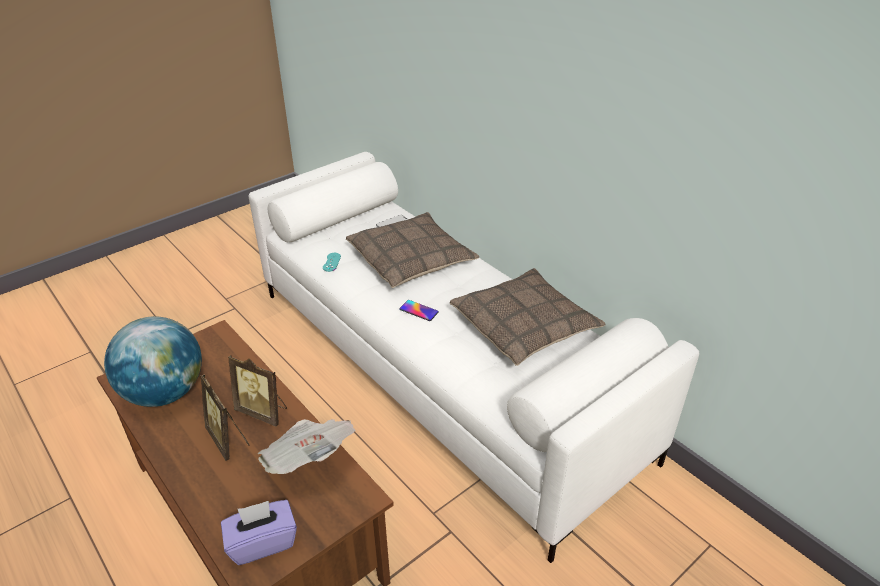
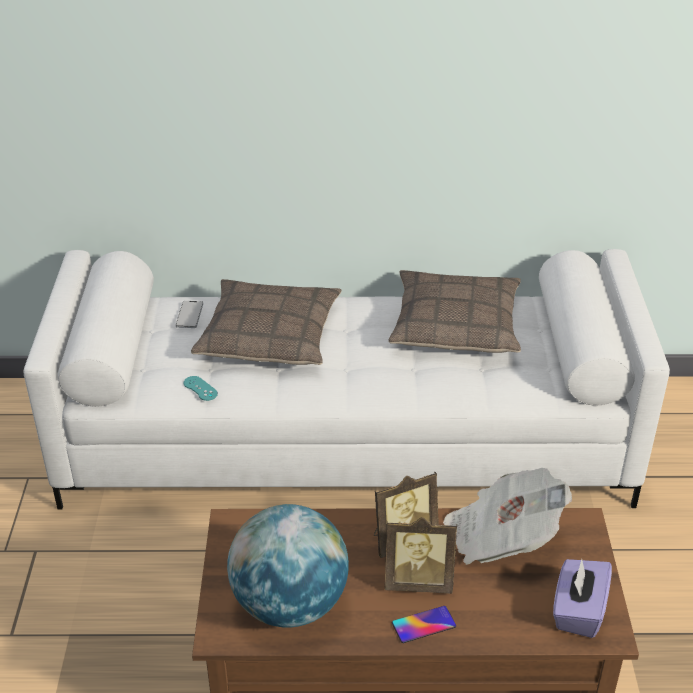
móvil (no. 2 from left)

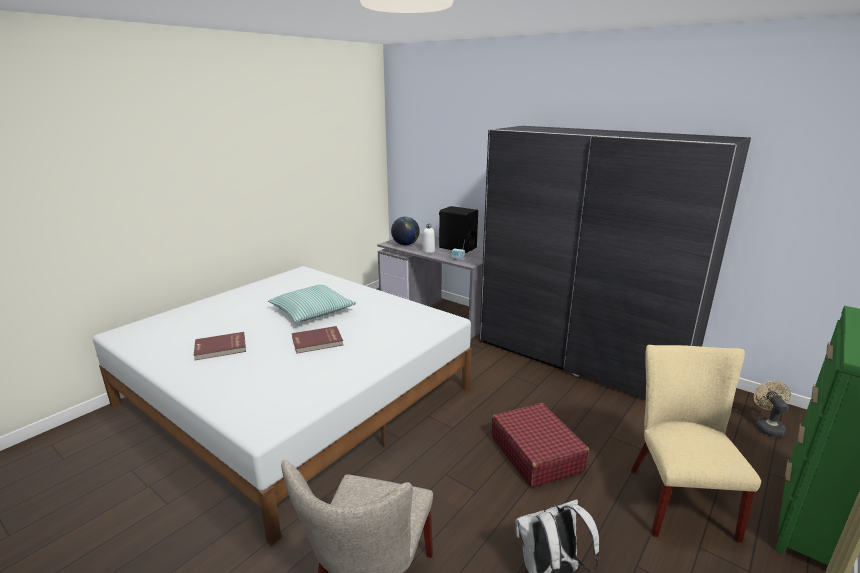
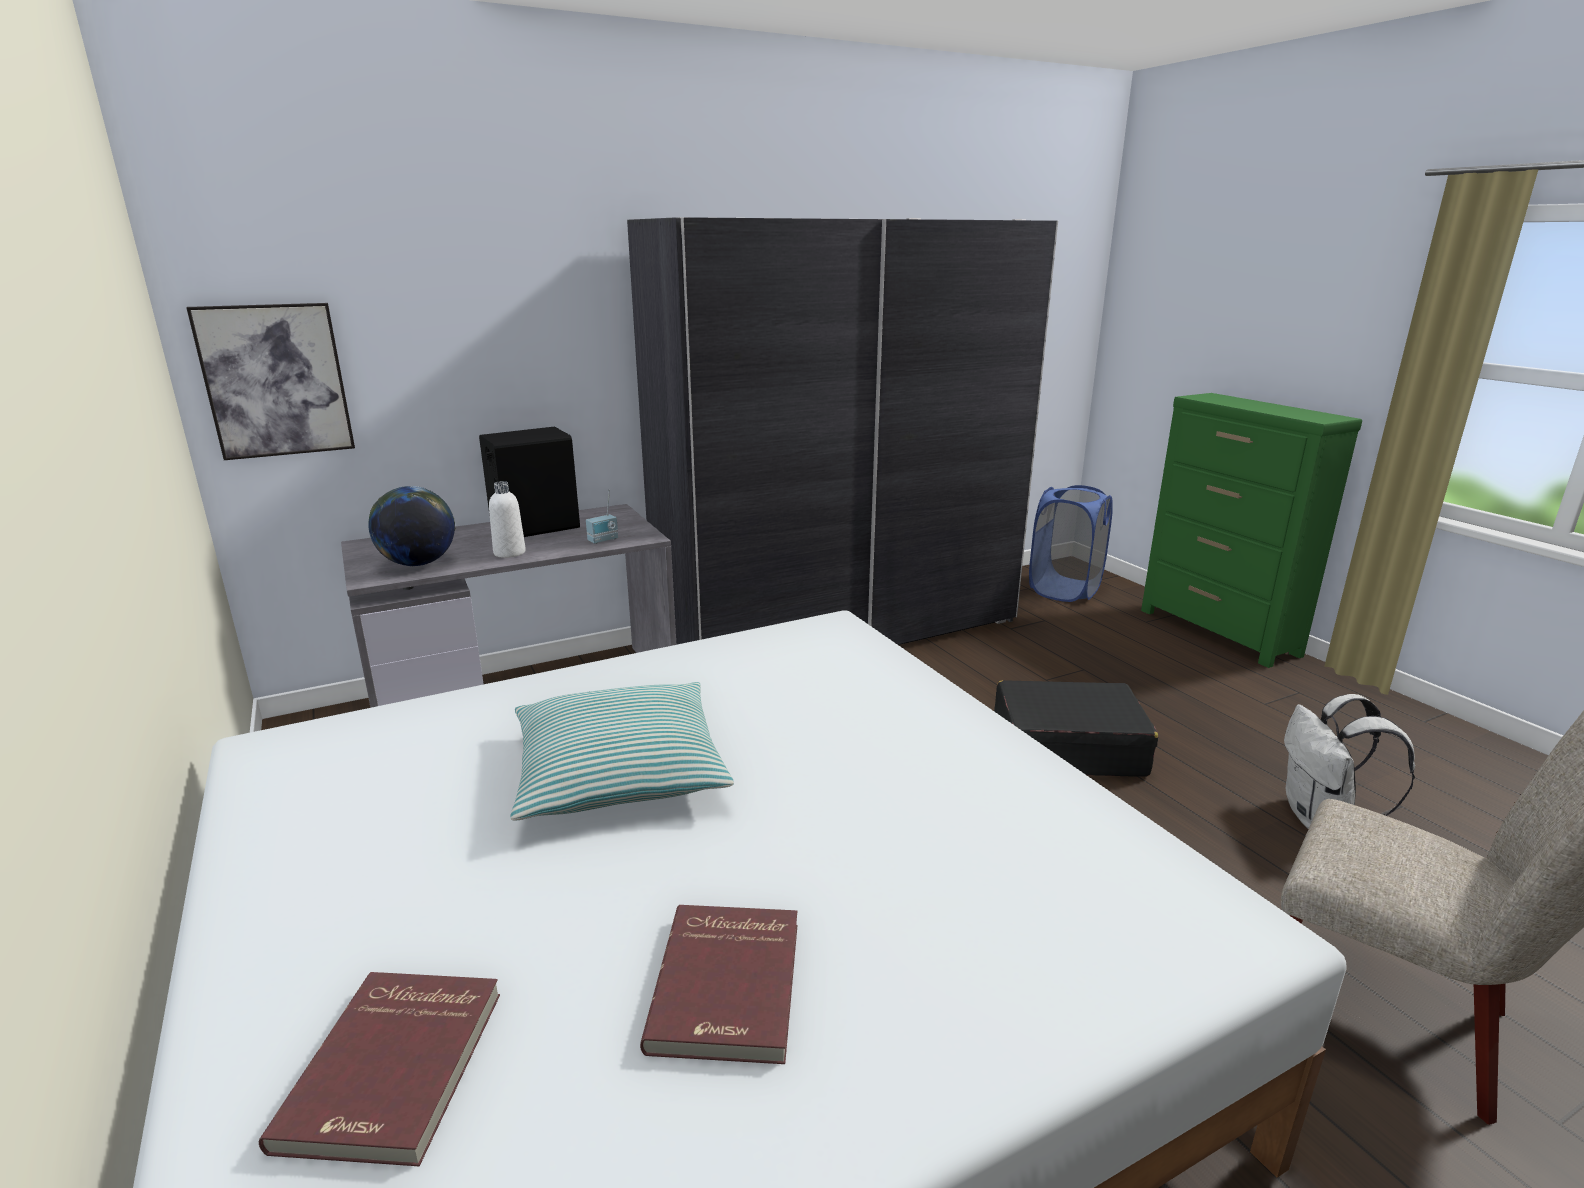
libro (rojo) (no. 1 from left)
silla (beis) (no. 2 from left in the first image)
cesto de la ropa (azul)
maleta (negro)
cuadro

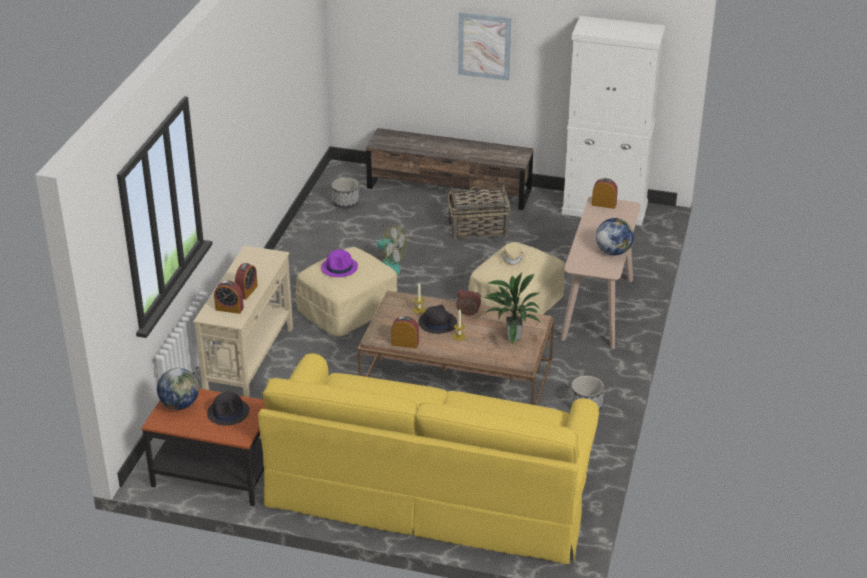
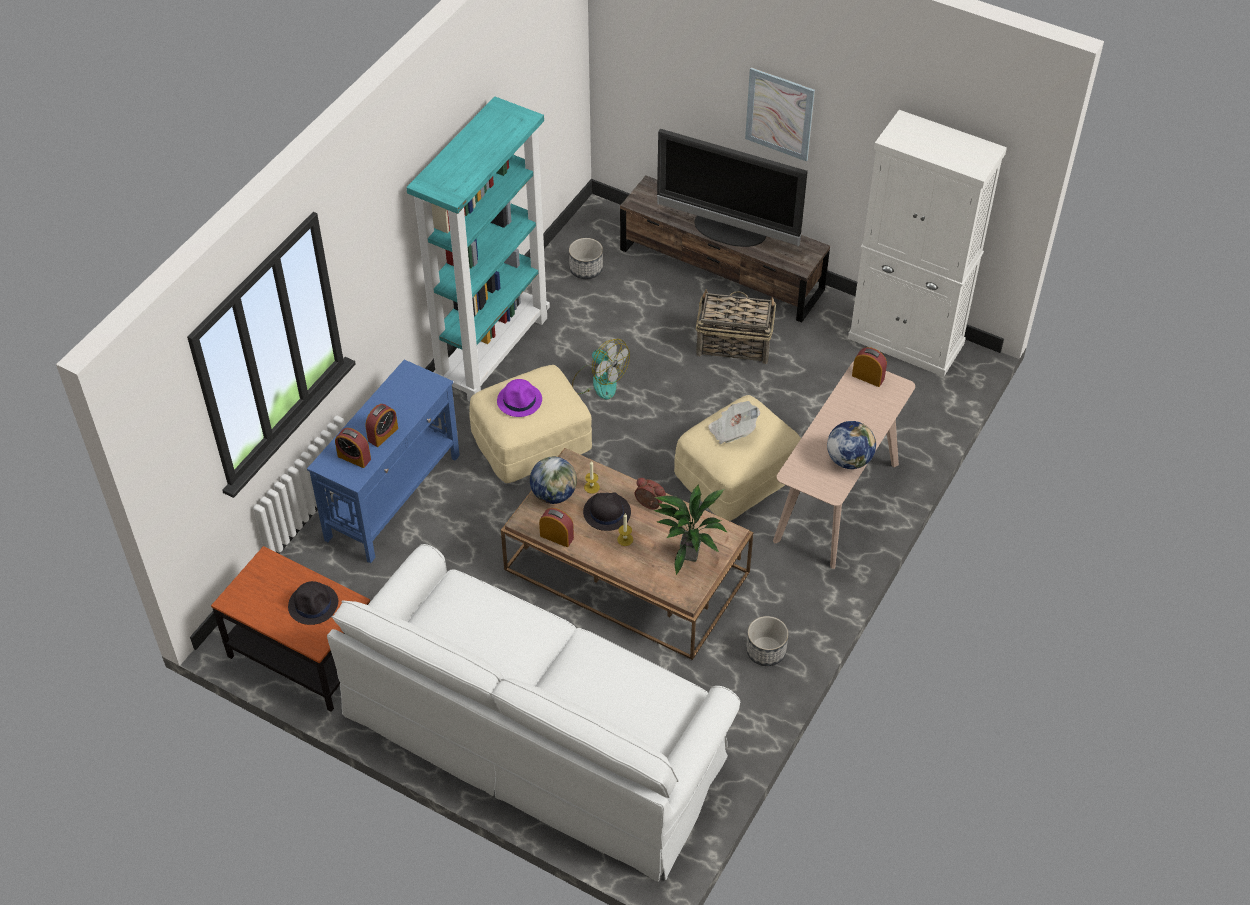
periódico
mesa consola (azul)
sofá (blanco)
globo terráqueo (no. 1 from left)
estantería (turquesa)
televisor

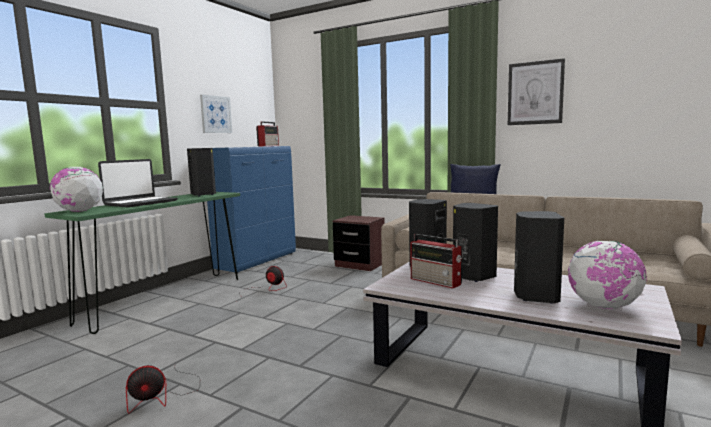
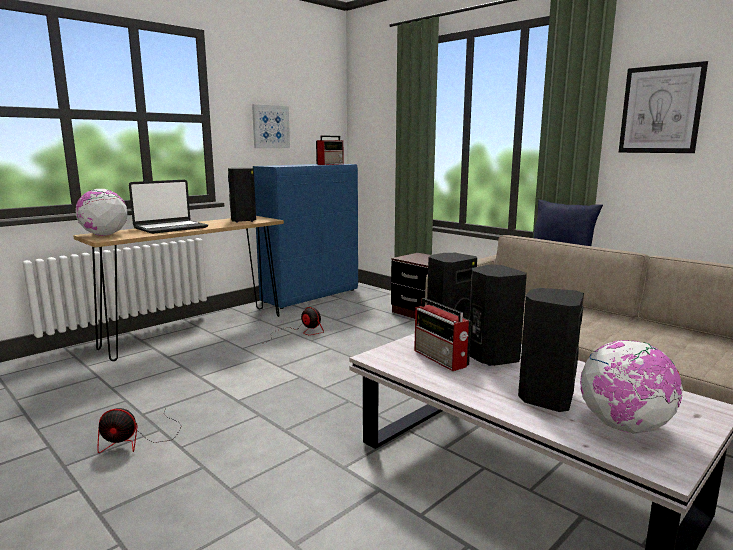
mesa consola (marrón)

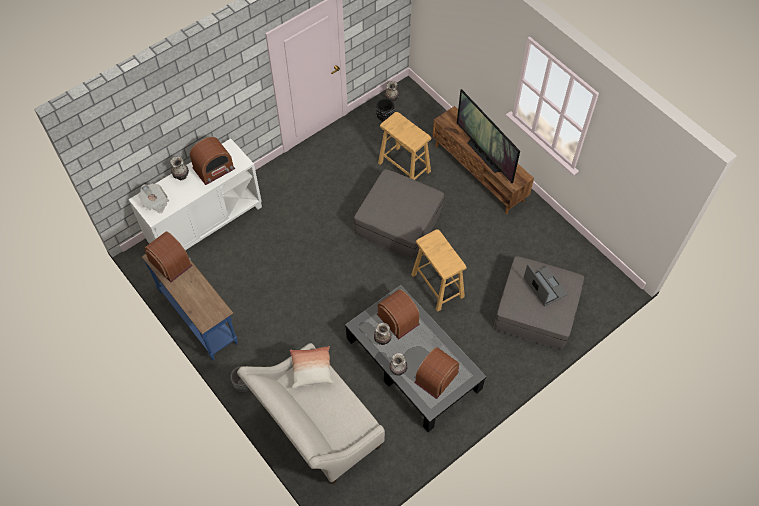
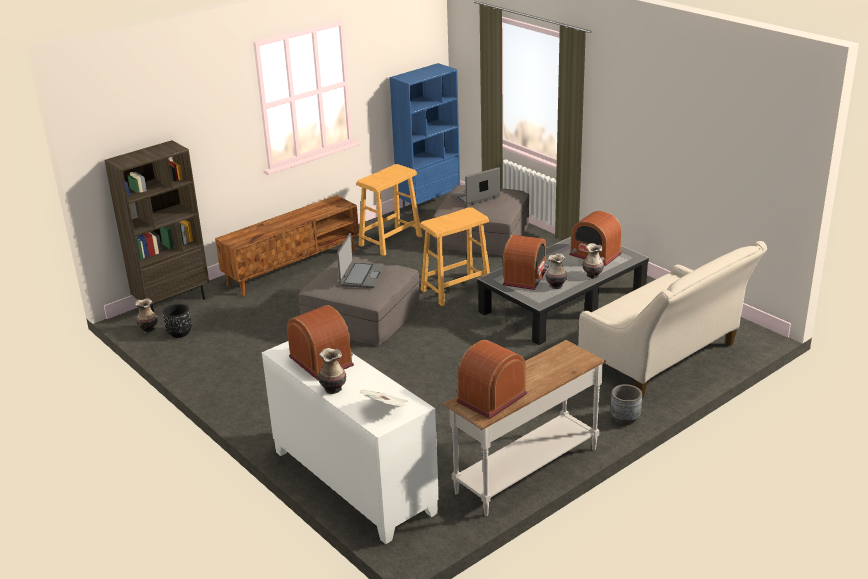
televisor
taburete (beis) (no. 1 from left)
mesa consola (blanco)
radio (no. 3 from left)
cojín
estantería (azul)
estantería (marrón)
portátil (no. 1 from left)

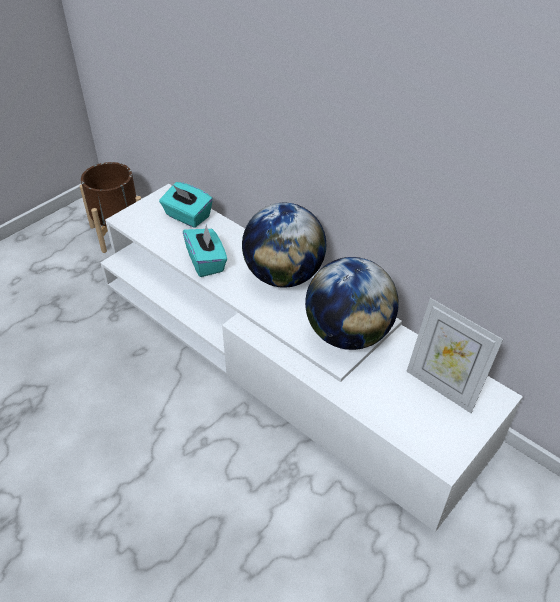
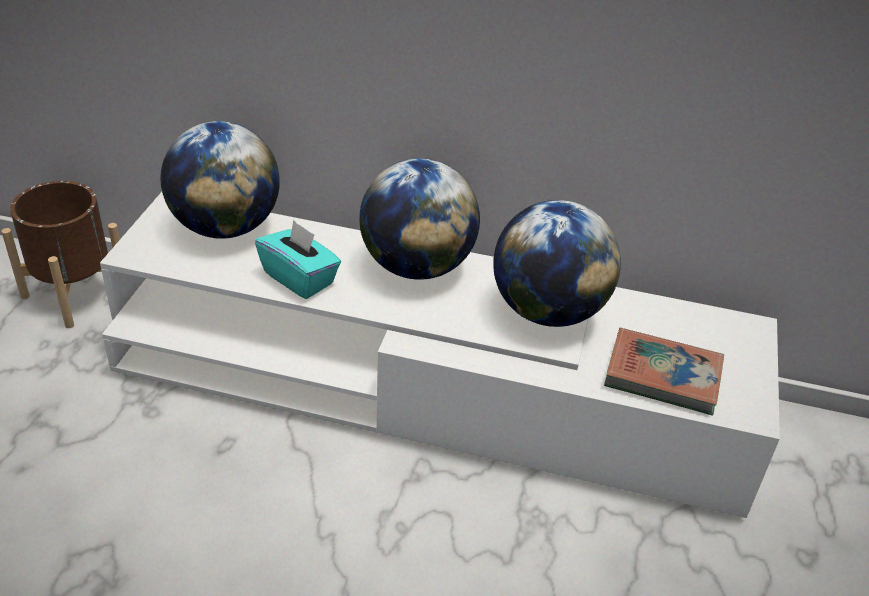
globo terráqueo (no. 1 from left)
portarretratos
libro

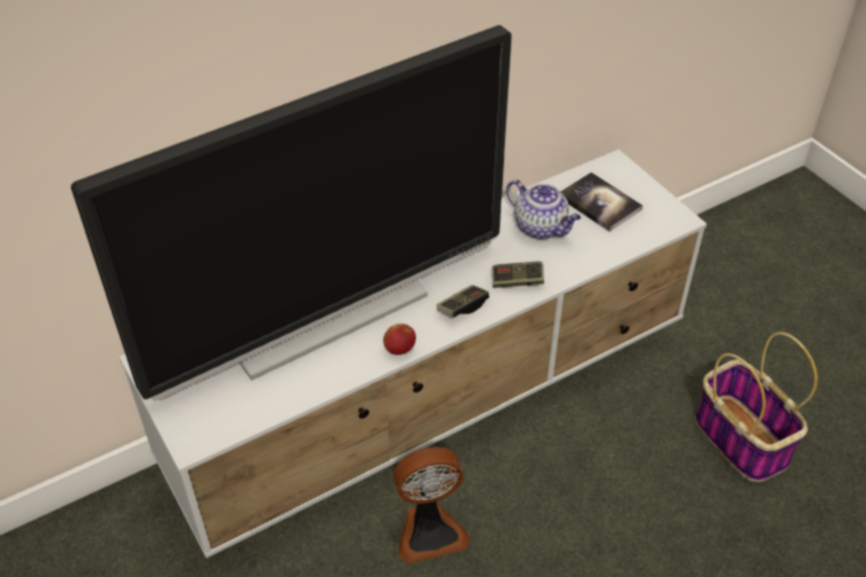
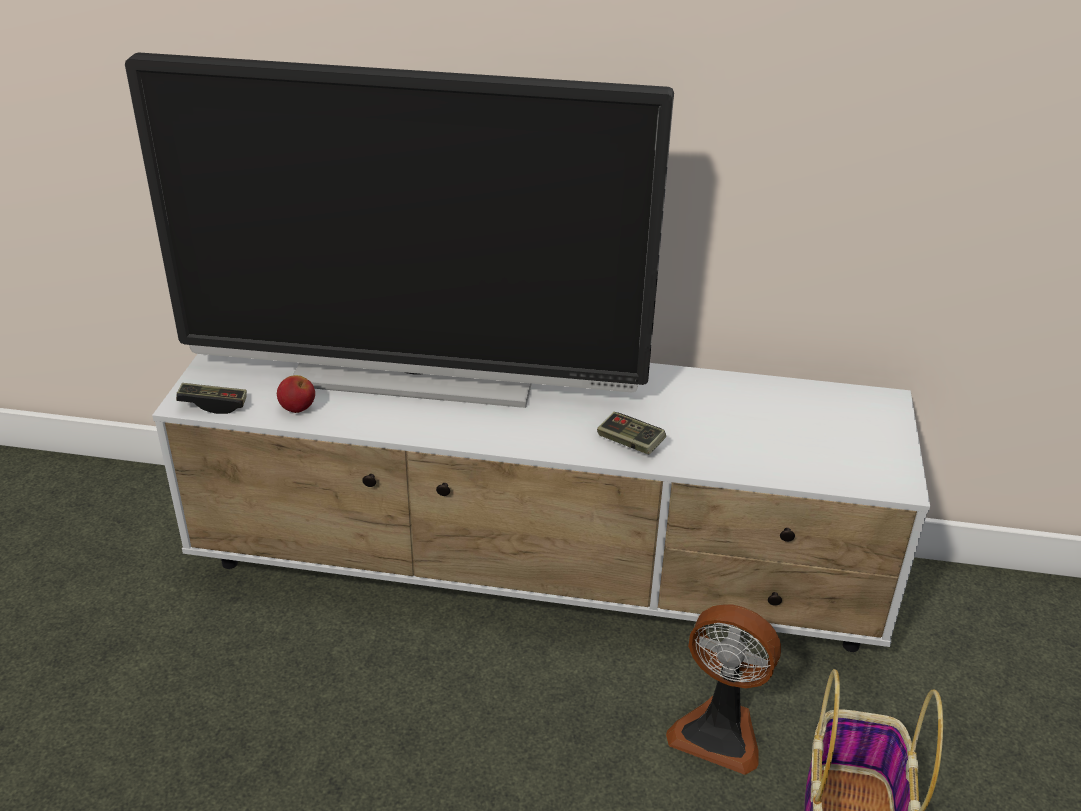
libro
tetera
mando de consola (no. 1 from left)
manzana
ventilador

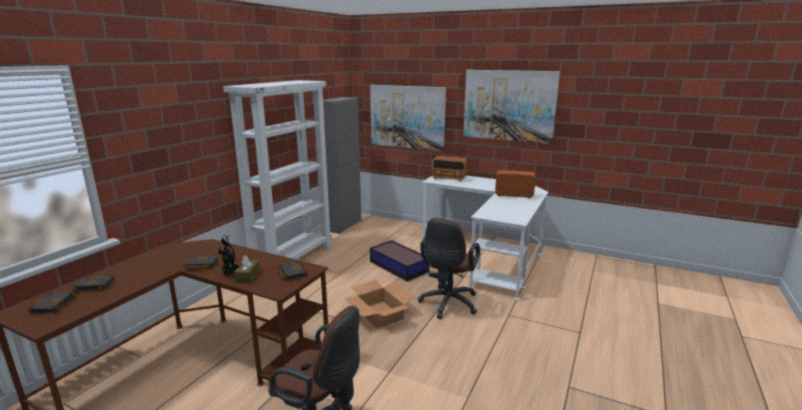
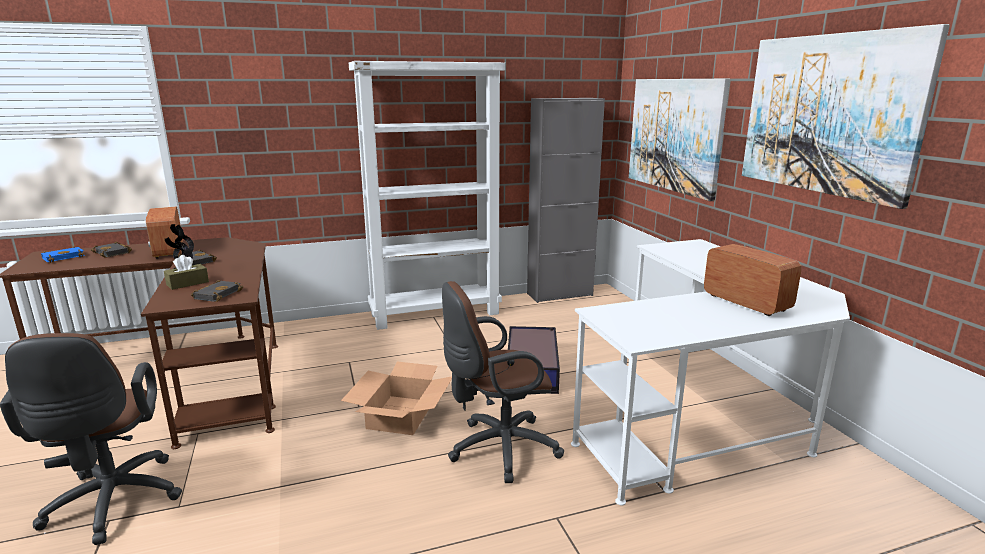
radio (no. 1 from left)
libro (azul)

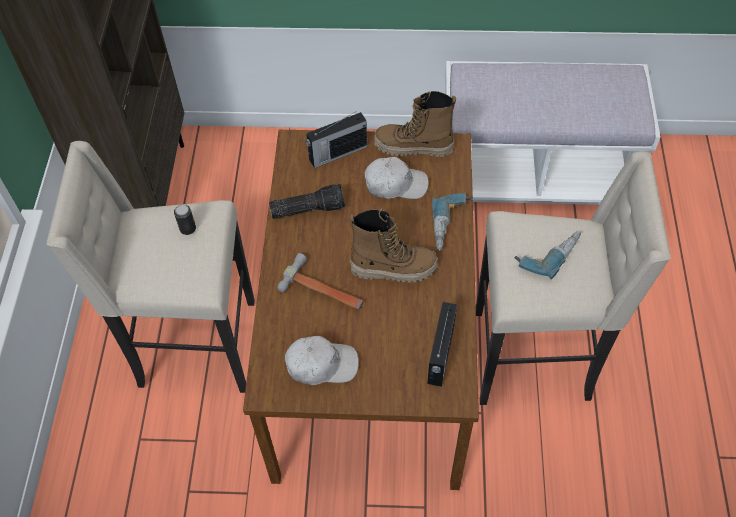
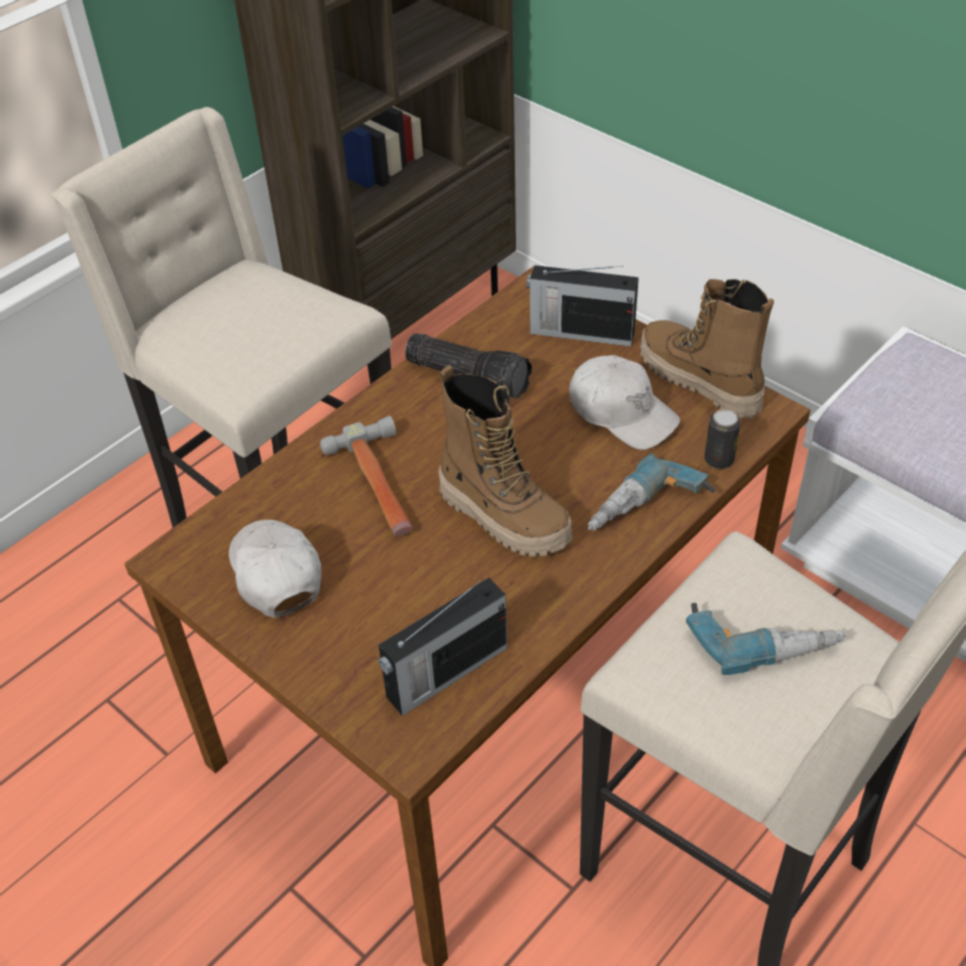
lata
gorra (blanco) (no. 1 from left)

